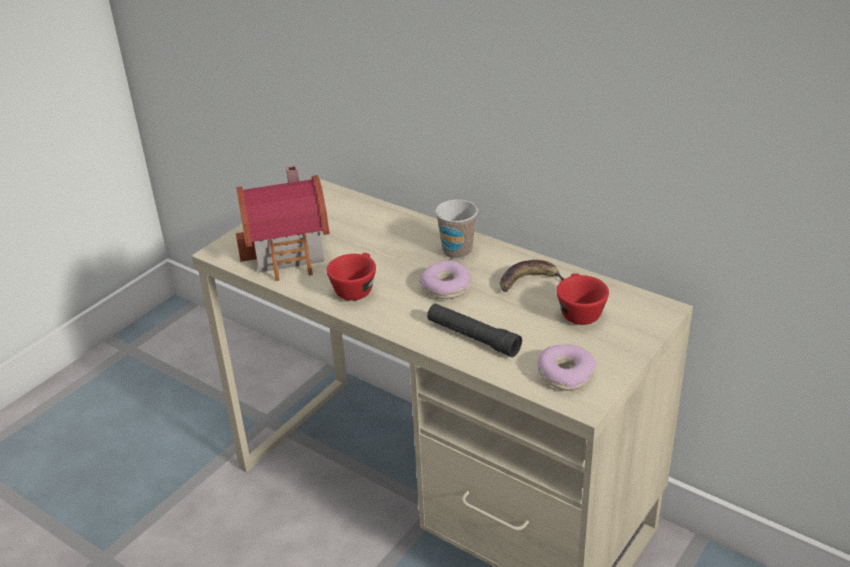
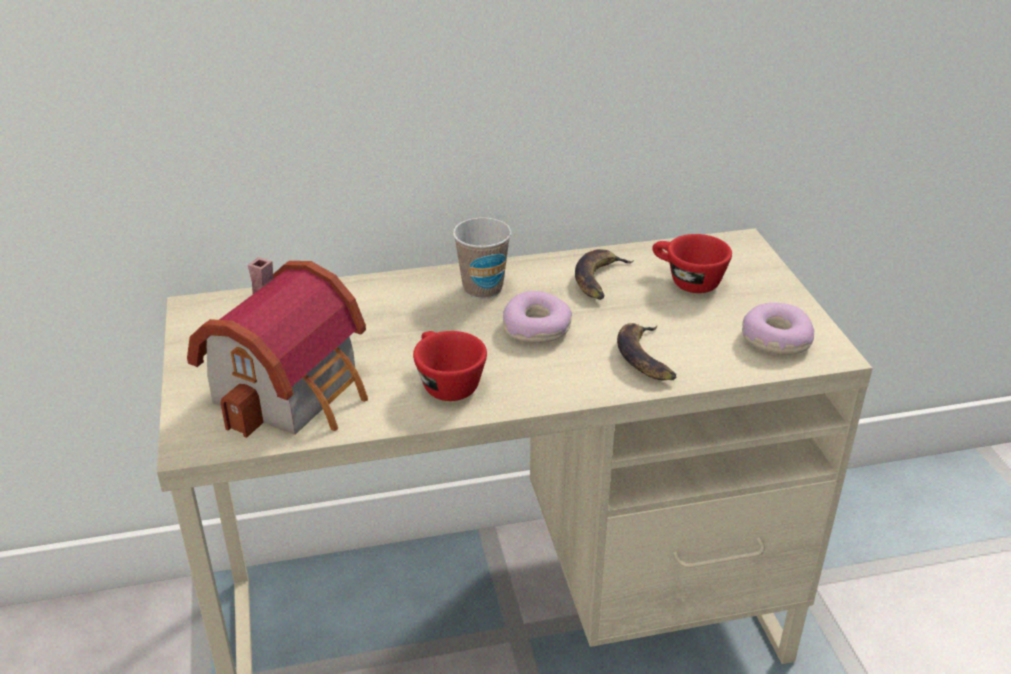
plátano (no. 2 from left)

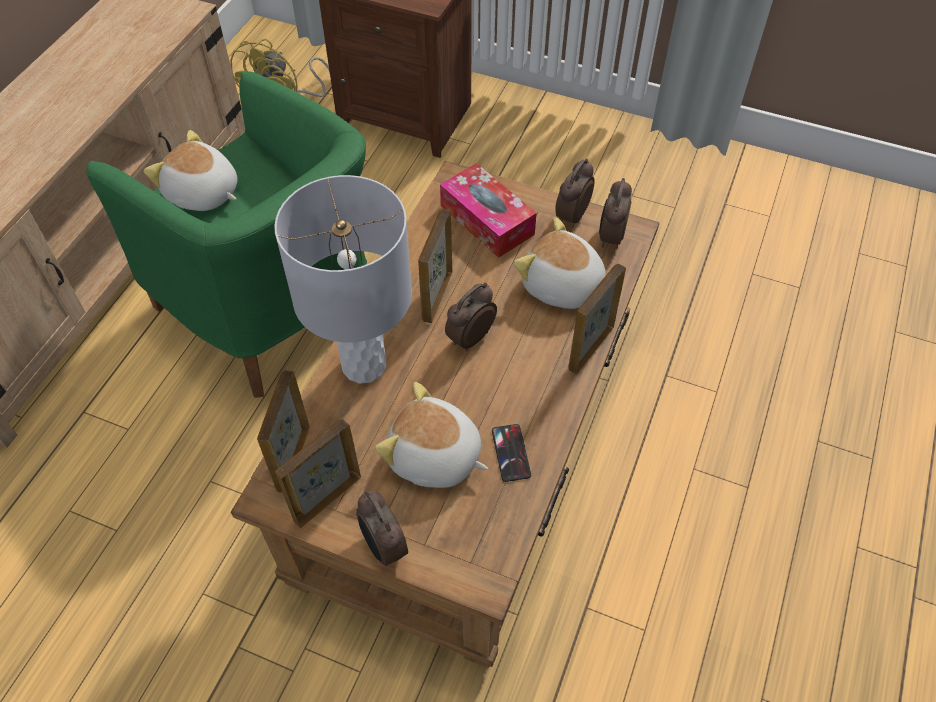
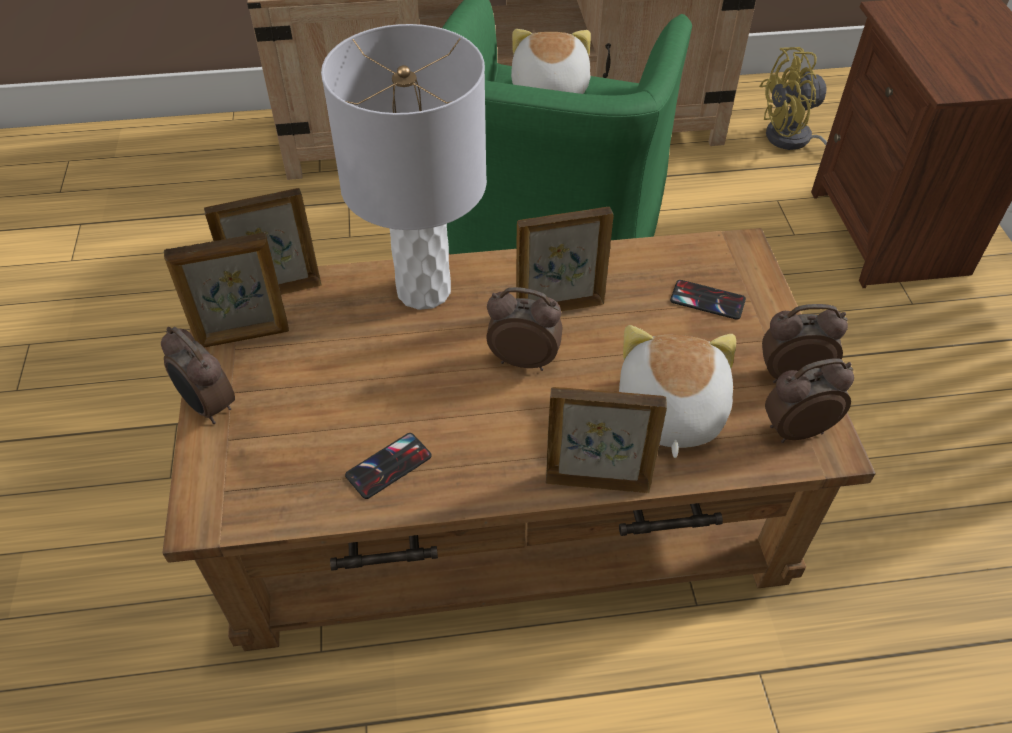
móvil (no. 2 from left)
peluche (no. 2 from left in the first image)
portarretratos (no. 1 from left)
despertador (no. 1 from left)

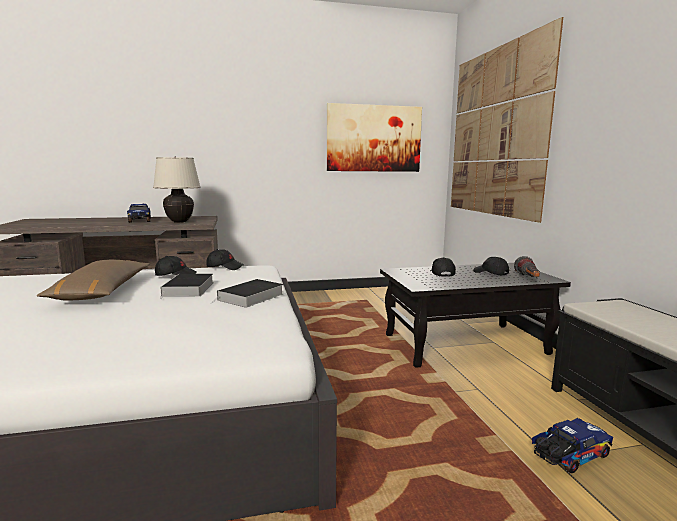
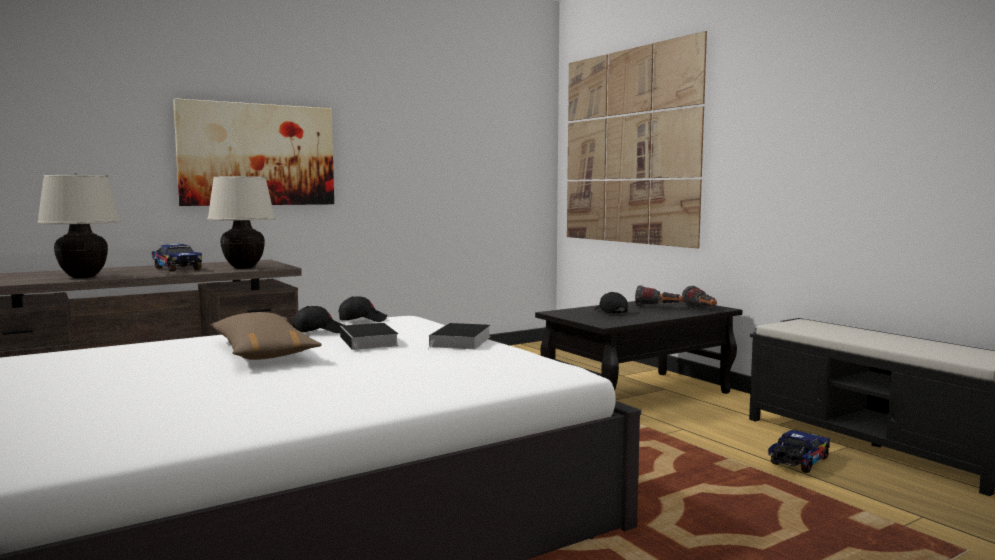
cuadro (no. 1 from left)
linterna (no. 1 from left)
lámpara de mesa (beis) (no. 1 from left)

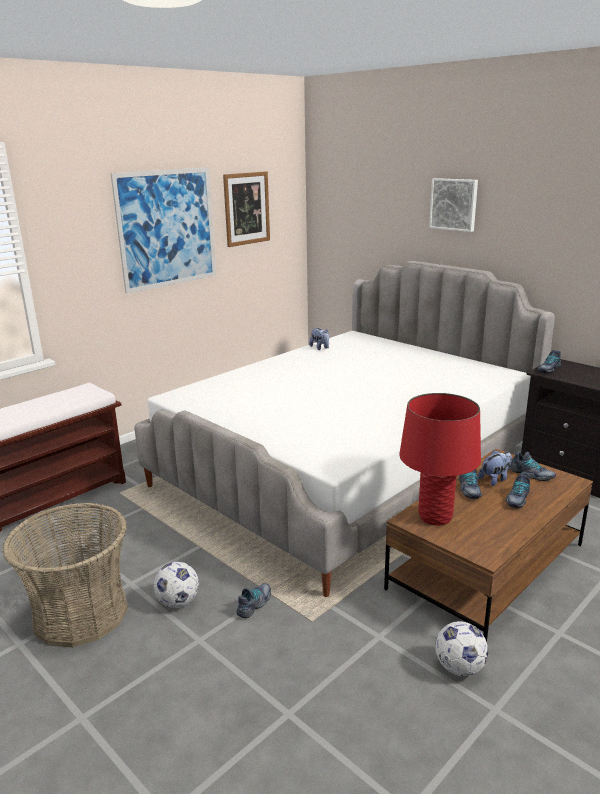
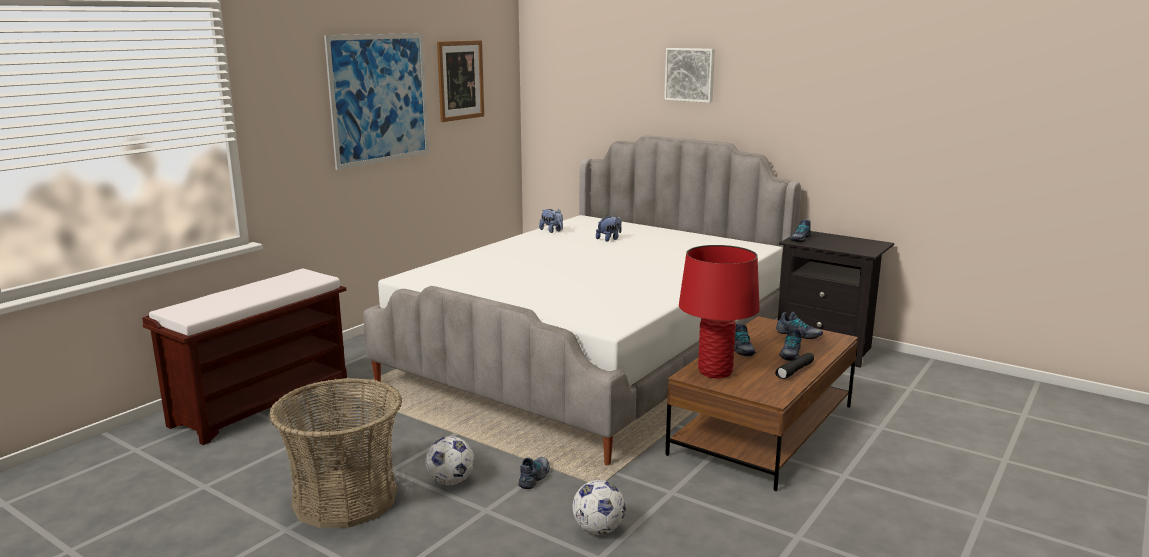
peluche (no. 2 from left)
balón de fútbol (no. 2 from left)
linterna (negro)

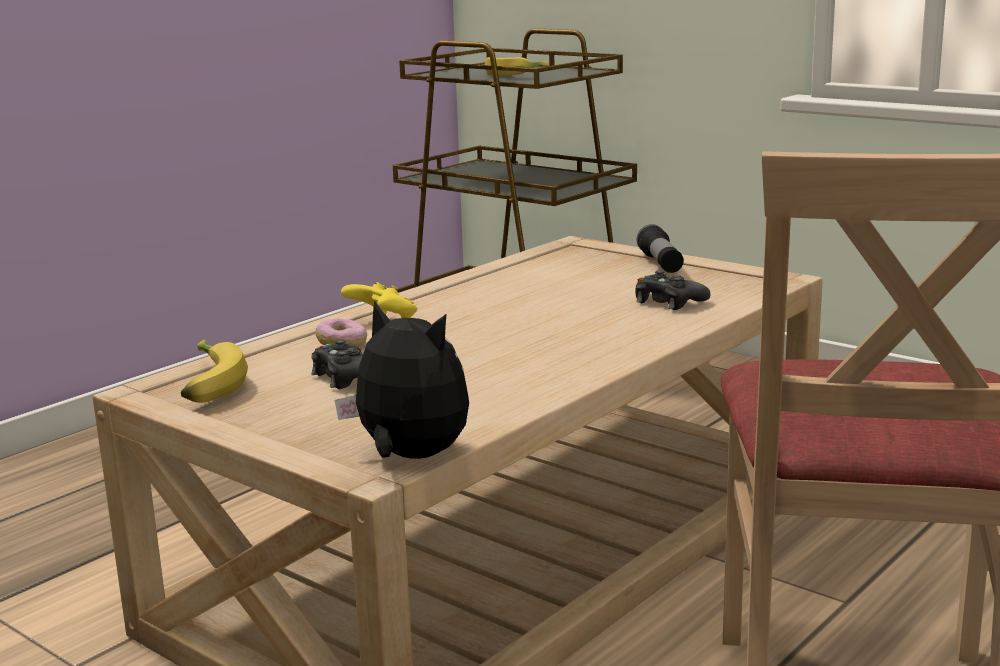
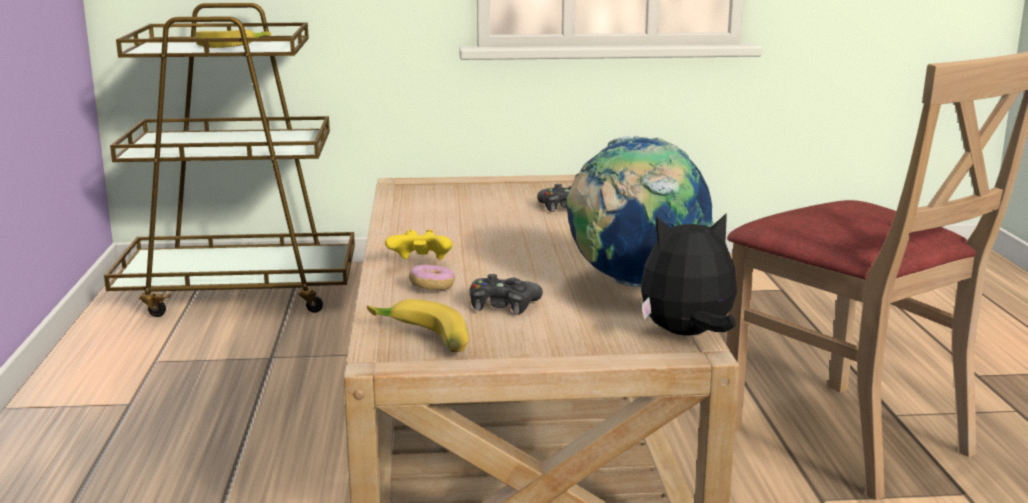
linterna
globo terráqueo

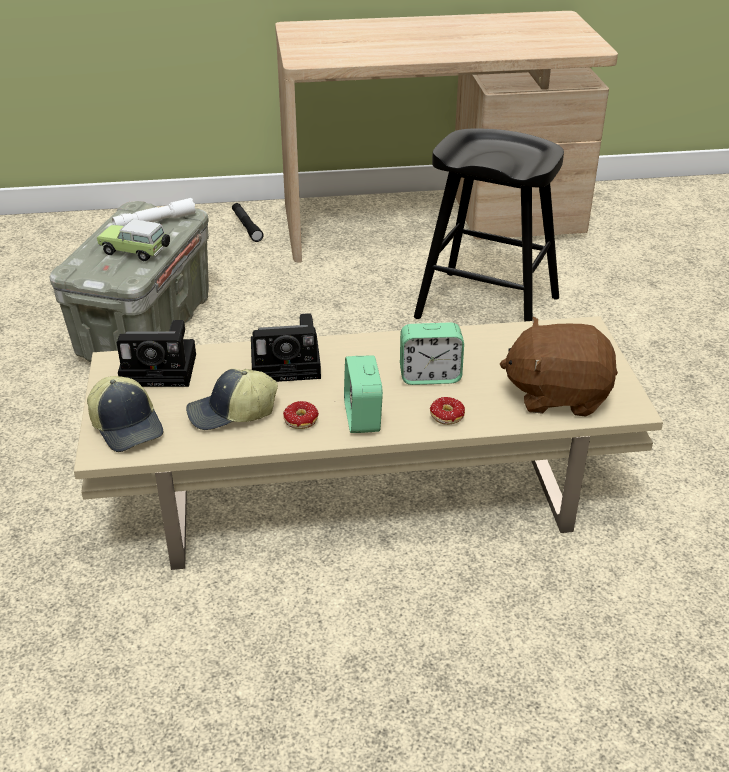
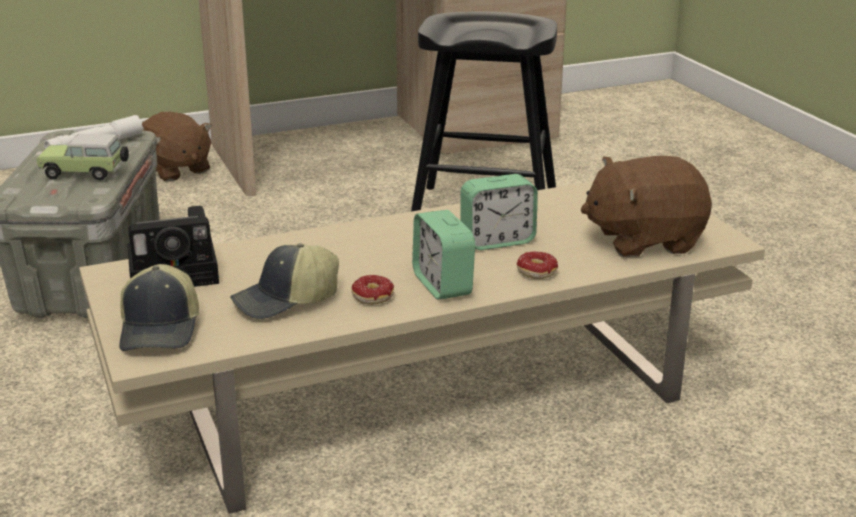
peluche (marrón) (no. 1 from left)
cámara (no. 2 from left in the first image)
gorra (no. 1 from left)

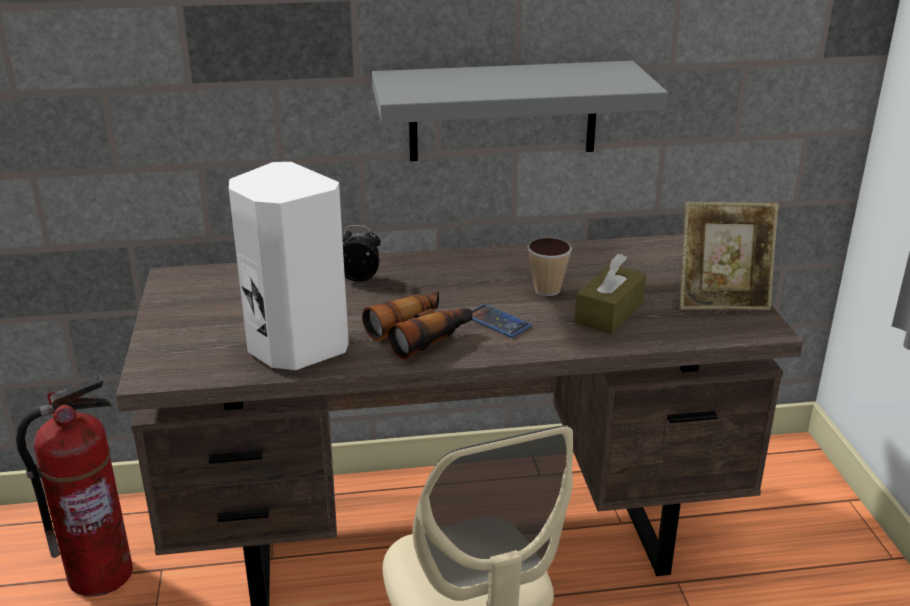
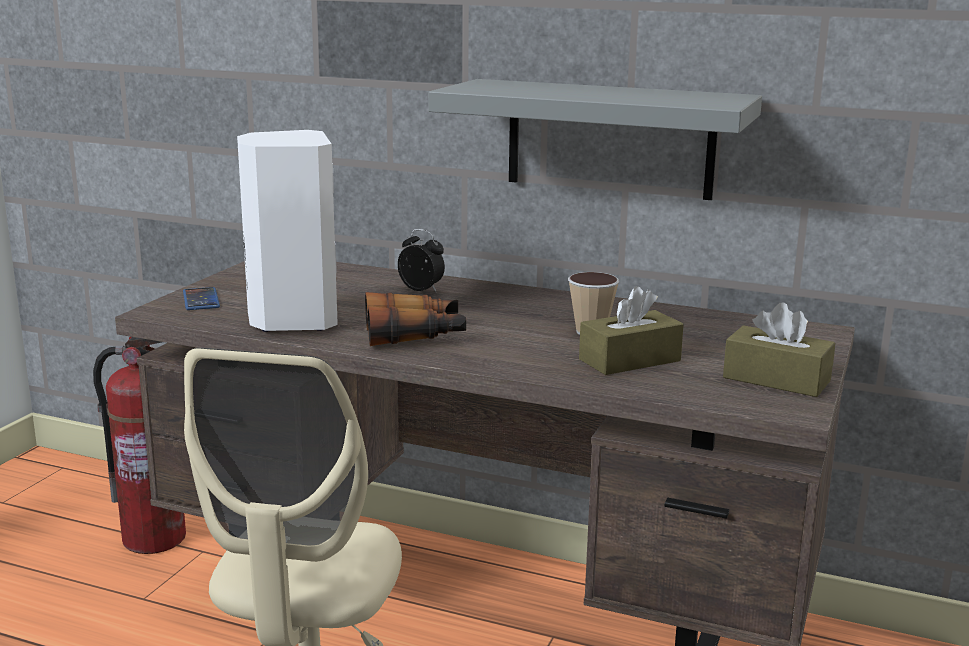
caja de pañuelos (marrón) (no. 2 from left)
móvil

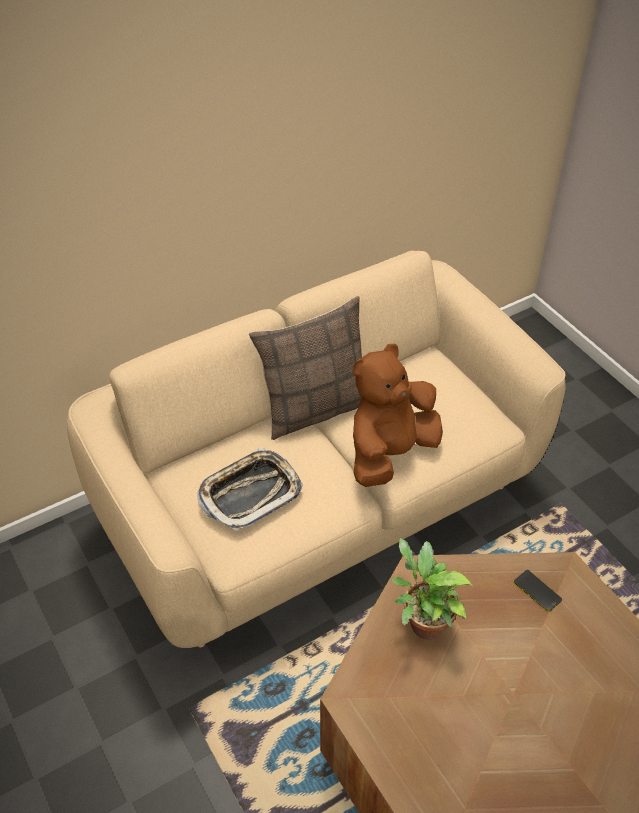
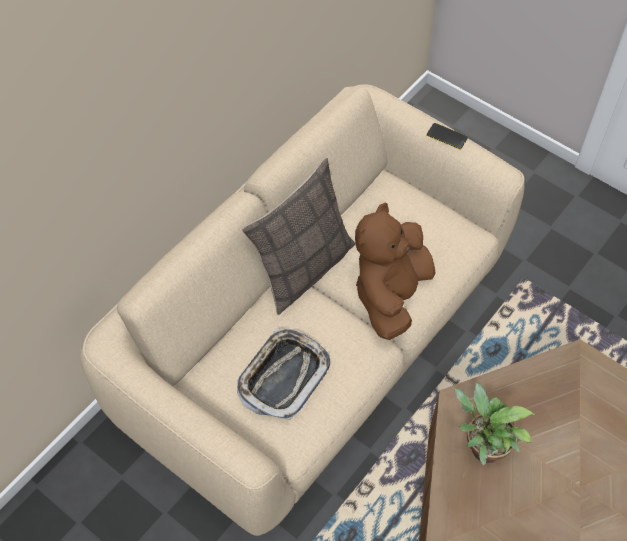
móvil

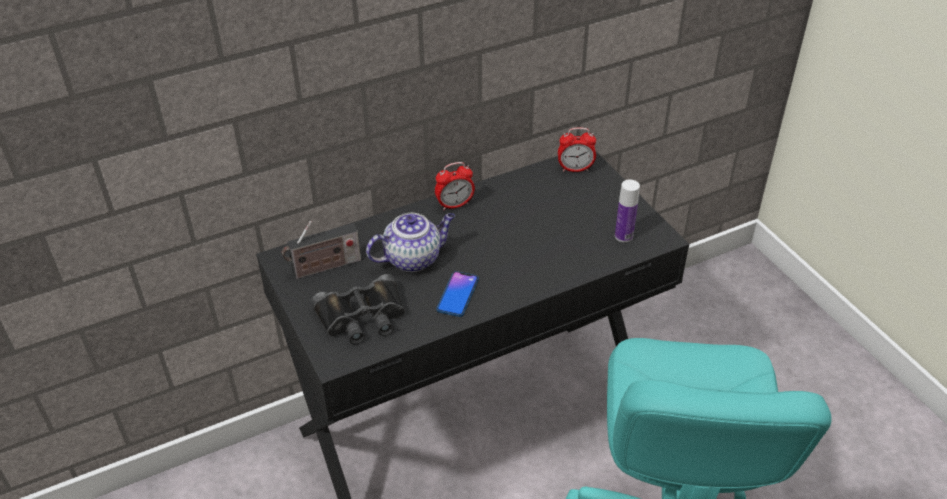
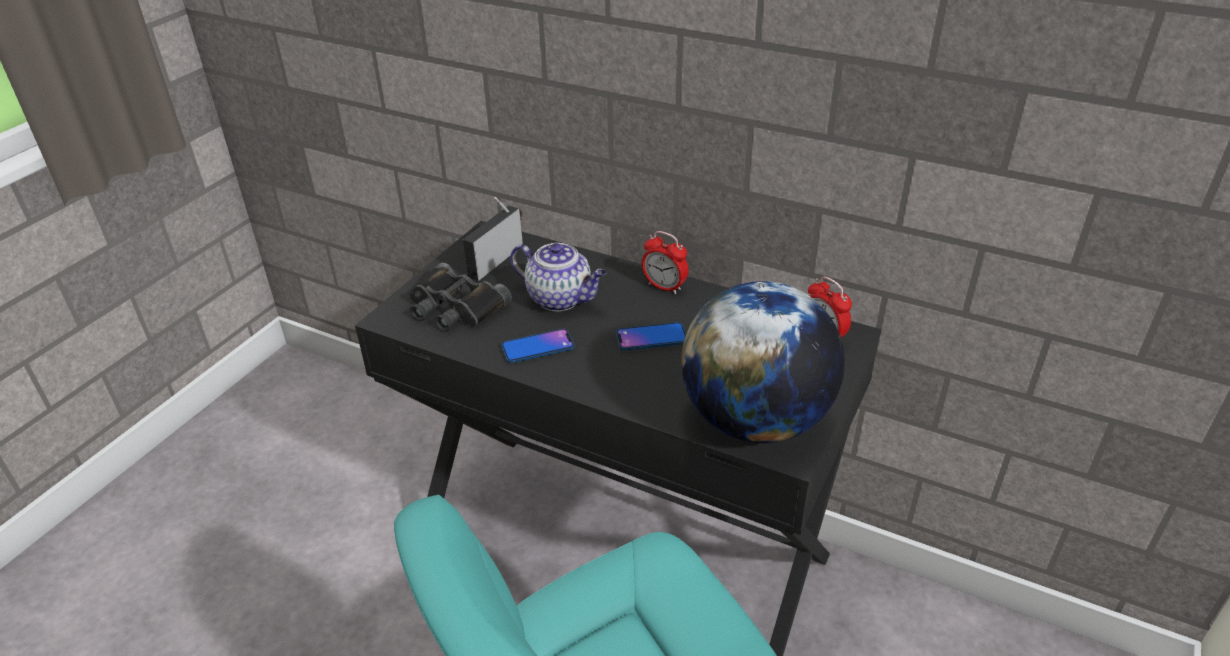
globo terráqueo
radio
móvil (no. 2 from left)

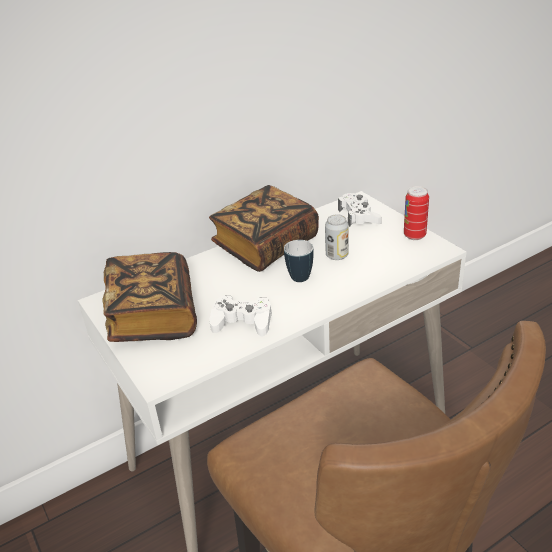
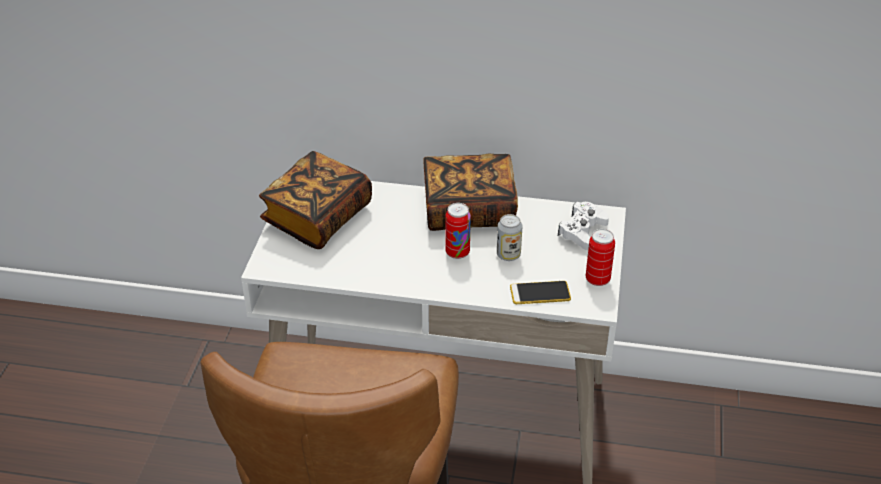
lata (no. 1 from left)
mando de consola (blanco) (no. 1 from left in the first image)
móvil

